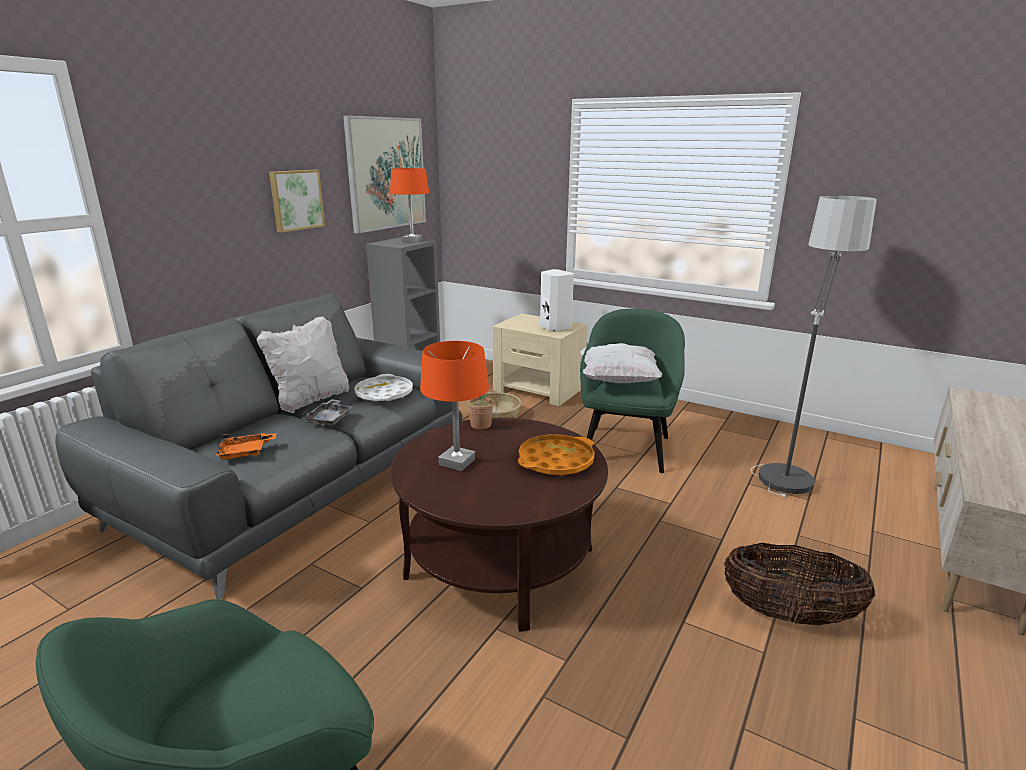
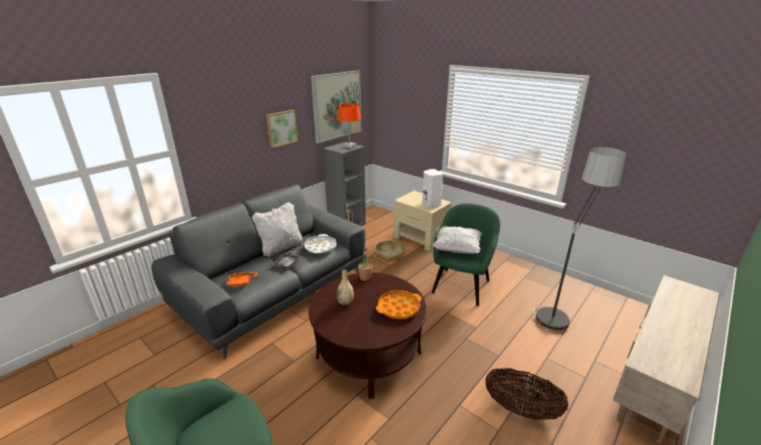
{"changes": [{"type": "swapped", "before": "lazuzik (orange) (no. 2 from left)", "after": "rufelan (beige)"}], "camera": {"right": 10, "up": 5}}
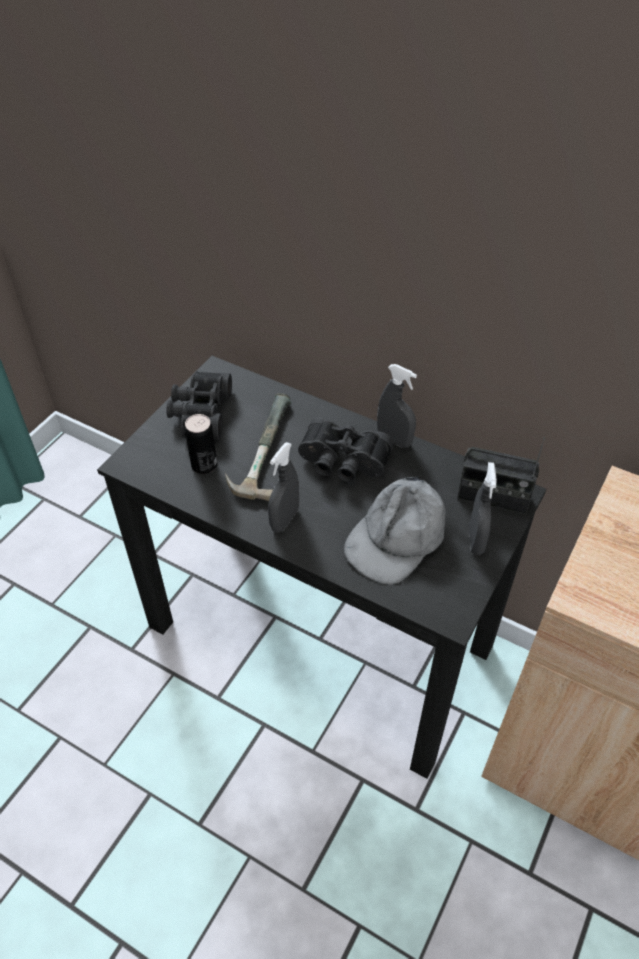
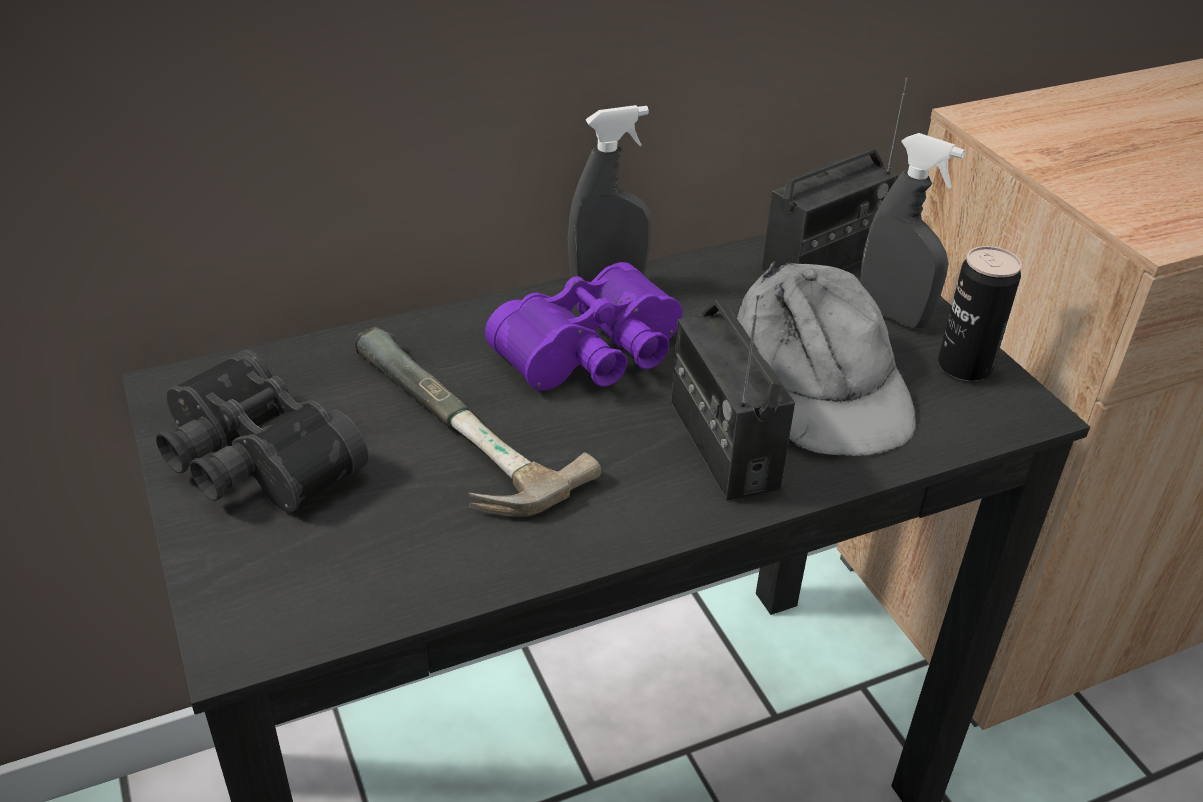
{"changes": [{"type": "shifted", "before": "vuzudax"}, {"type": "gone", "before": "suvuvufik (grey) (no. 1 from left)"}, {"type": "repainted", "before": "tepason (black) (no. 2 from left)", "after": "tepason (purple)"}, {"type": "new", "after": "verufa (no. 1 from left)"}], "camera": {"right": -55, "up": -10}}
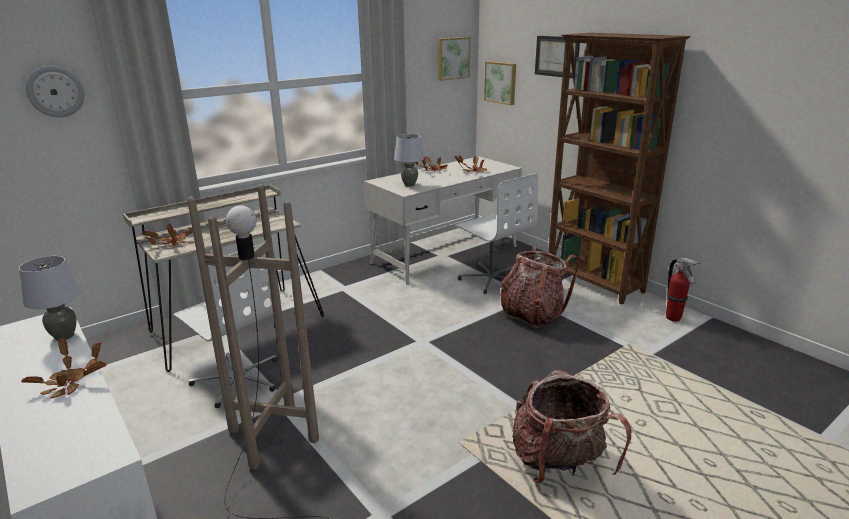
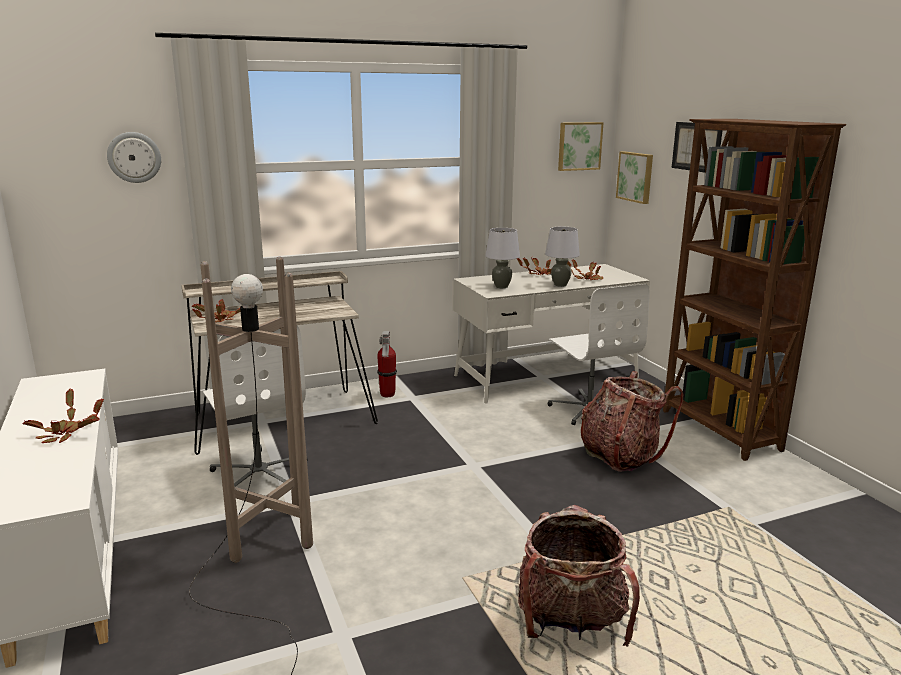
{"changes": [{"type": "shifted", "before": "lazuzik (grey) (no. 1 from left in the first image)", "after": "lazuzik (grey) (no. 2 from left)"}, {"type": "shifted", "before": "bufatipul"}], "camera": {"right": 15, "up": -5}}
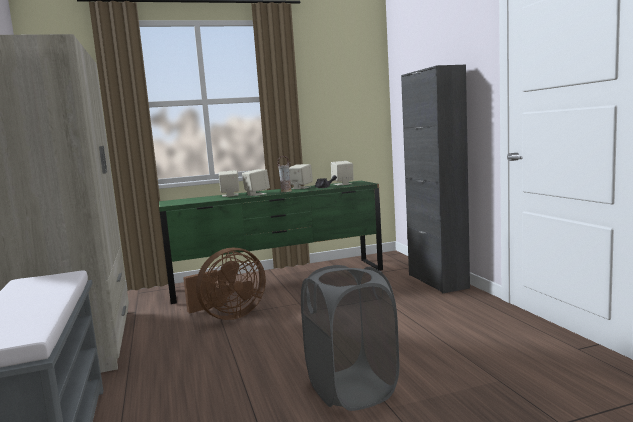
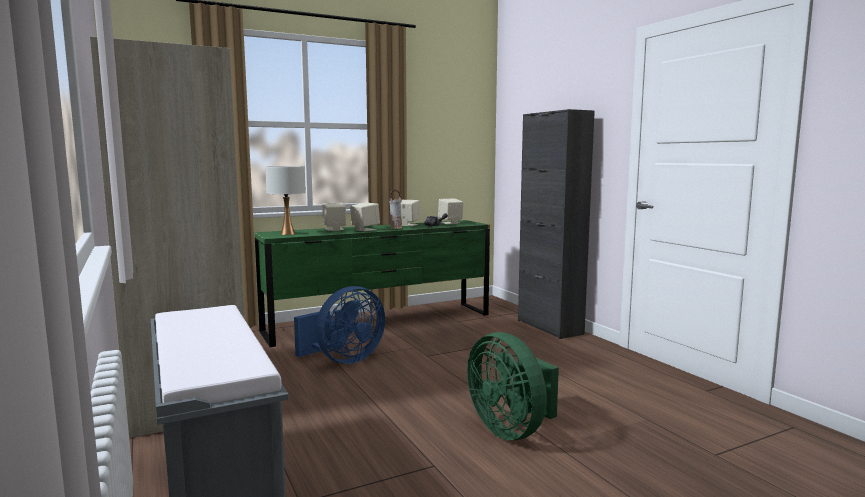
{"changes": [{"type": "repainted", "before": "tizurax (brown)", "after": "tizurax (blue)"}, {"type": "swapped", "before": "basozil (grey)", "after": "tizurax (green)"}, {"type": "new", "after": "lazuzik (white)"}], "camera": {"right": -10, "up": 0}}
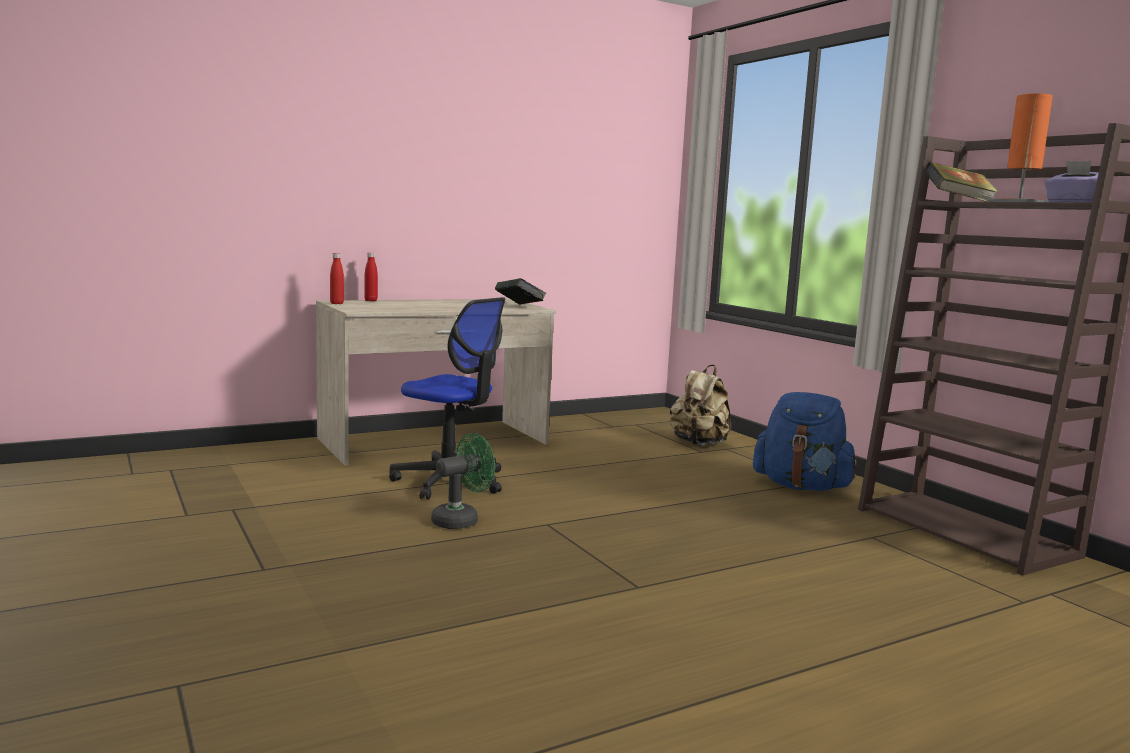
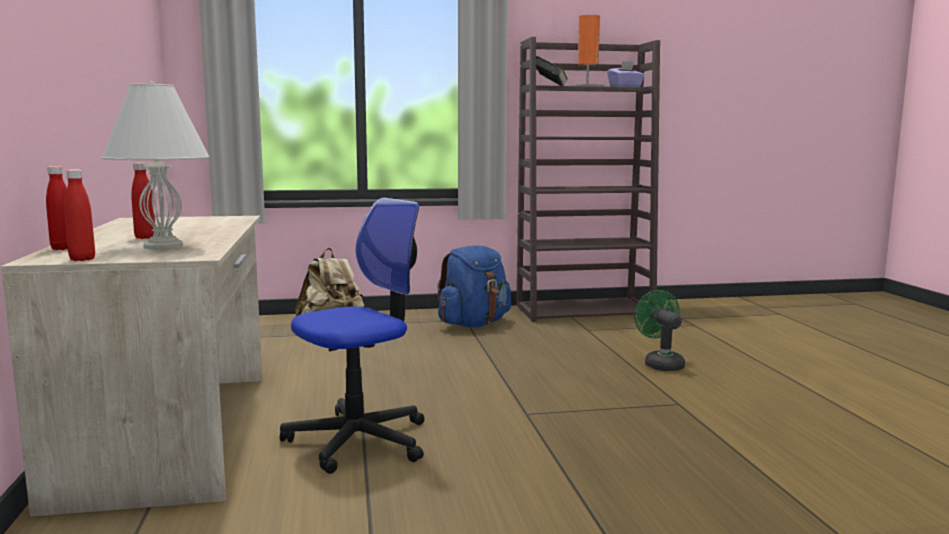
{"changes": [{"type": "shifted", "before": "tizurax (green)"}, {"type": "gone", "before": "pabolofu (no. 1 from left)"}, {"type": "new", "after": "lazuzik (white)"}, {"type": "new", "after": "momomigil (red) (no. 3 from left)"}], "camera": {"right": -70, "up": 0}}
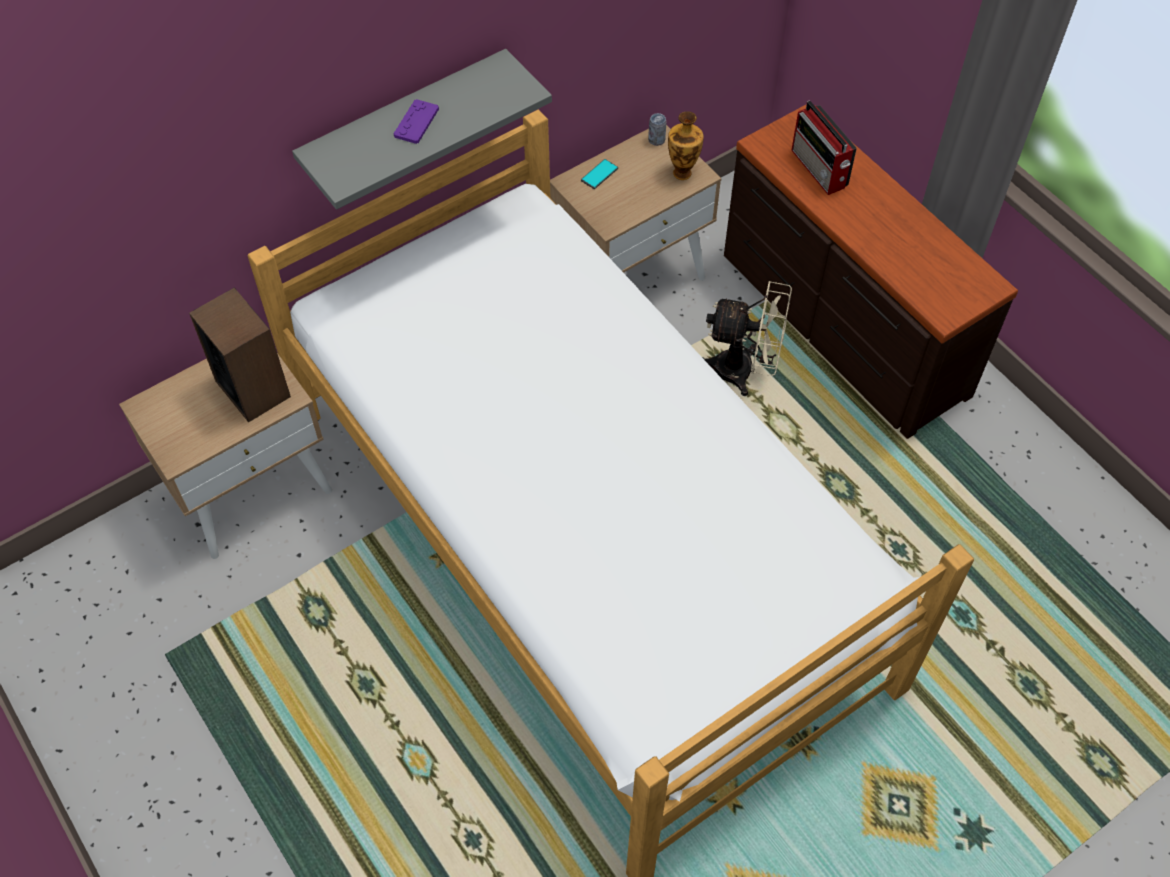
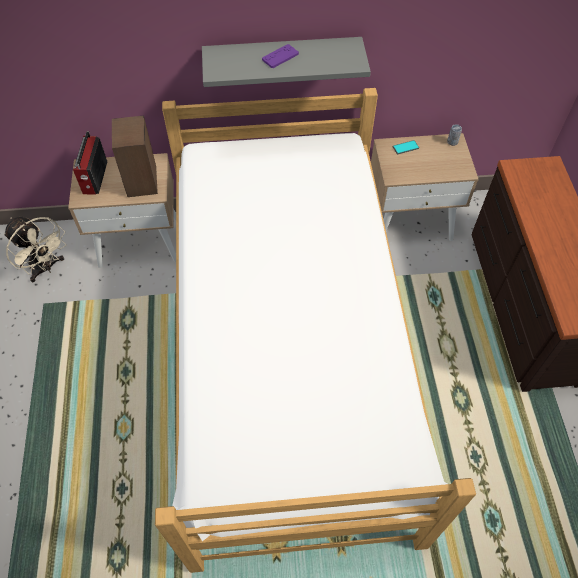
{"changes": [{"type": "gone", "before": "rufelan"}, {"type": "shifted", "before": "tizurax (beige)"}, {"type": "shifted", "before": "verufa"}], "camera": {"right": 30, "up": 0}}
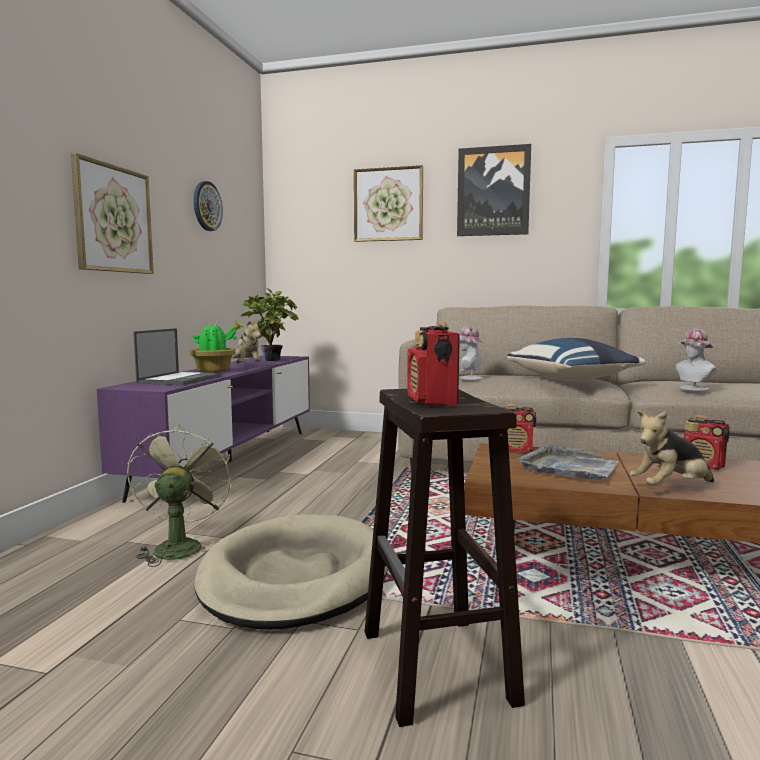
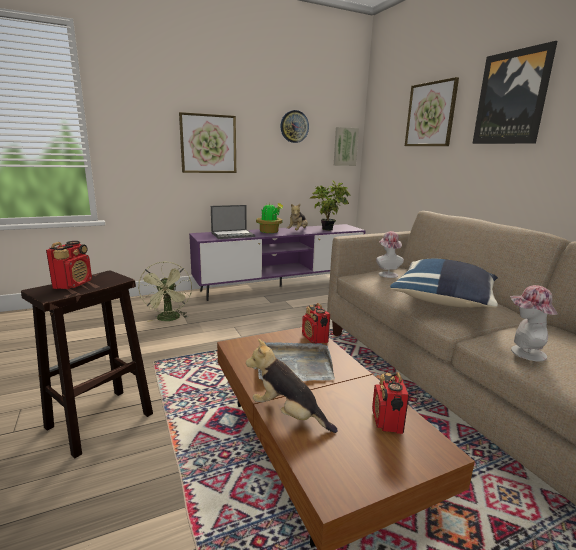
{"changes": [{"type": "rotated", "before": "tizurax (green)", "turn": 120}, {"type": "gone", "before": "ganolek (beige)"}, {"type": "rotated", "before": "verufa (no. 1 from left)", "turn": 150}, {"type": "new", "after": "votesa (no. 2 from left)"}], "camera": {"right": 50, "up": 10}}
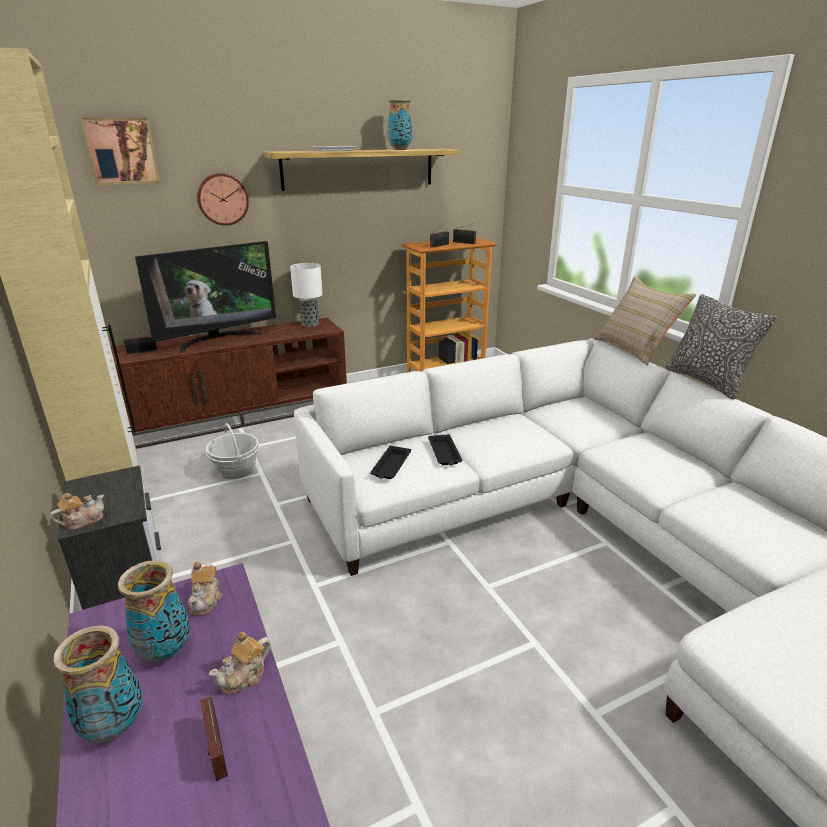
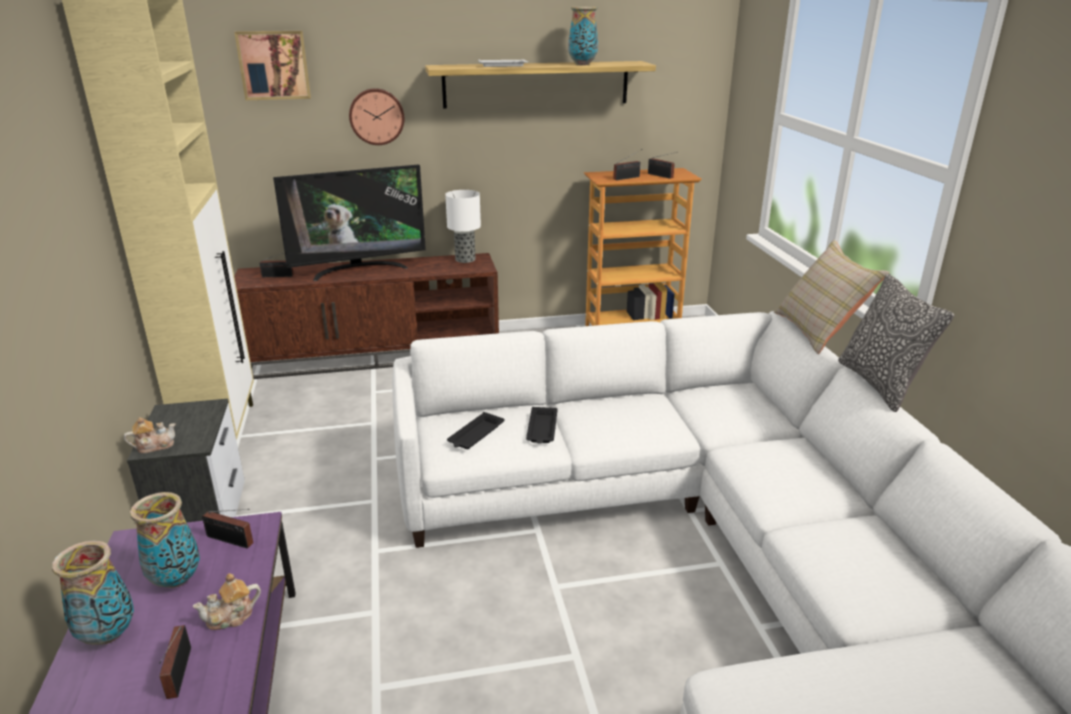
{"changes": [{"type": "swapped", "before": "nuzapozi (no. 2 from left)", "after": "verufa (no. 2 from left)"}, {"type": "gone", "before": "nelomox"}], "camera": {"right": 15, "up": 0}}
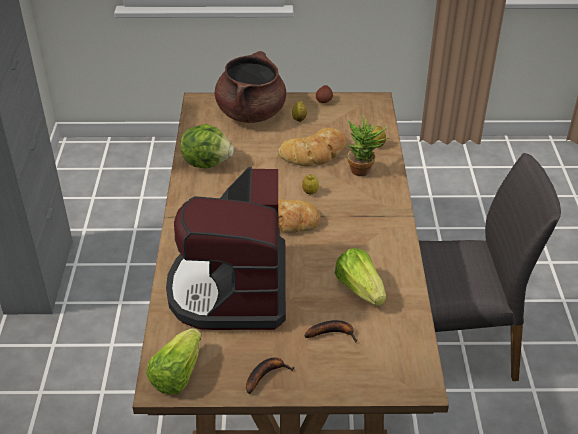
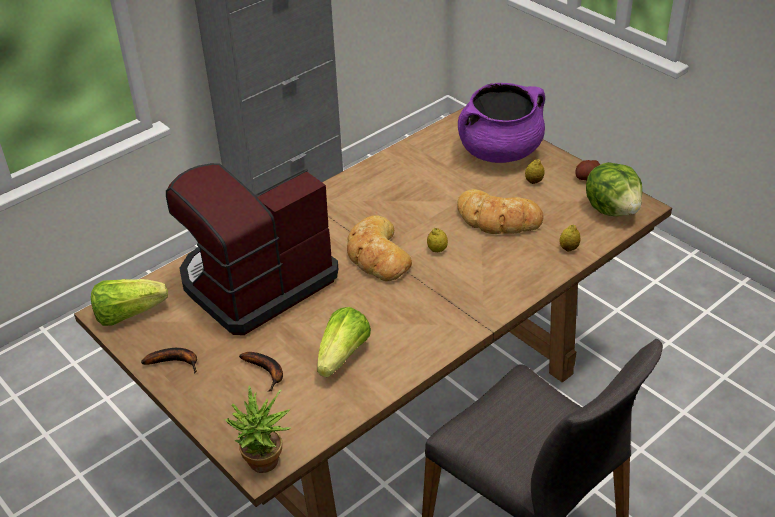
{"changes": [{"type": "shifted", "before": "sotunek (no. 2 from left in the first image)", "after": "sotunek (no. 3 from left)"}, {"type": "repainted", "before": "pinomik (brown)", "after": "pinomik (purple)"}, {"type": "shifted", "before": "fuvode"}], "camera": {"right": 50, "up": 0}}
